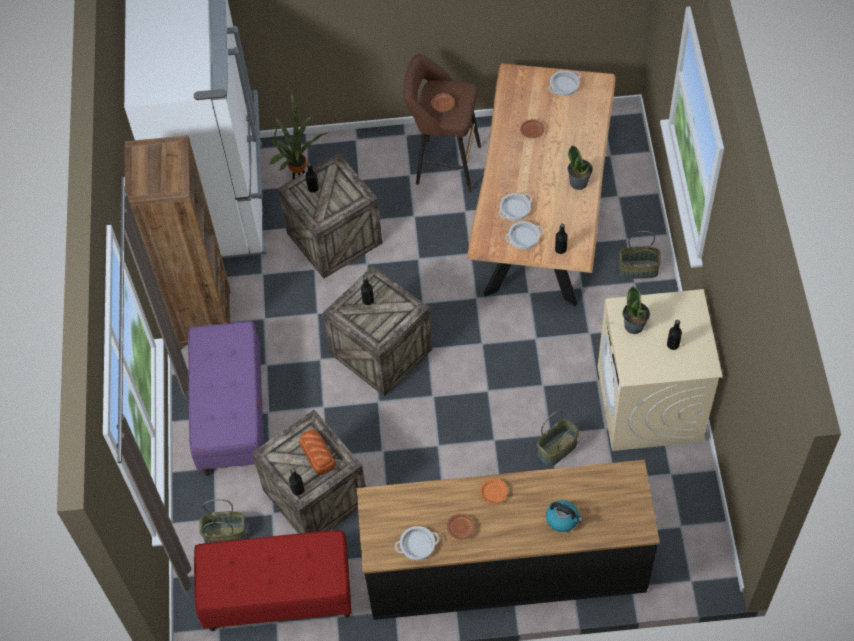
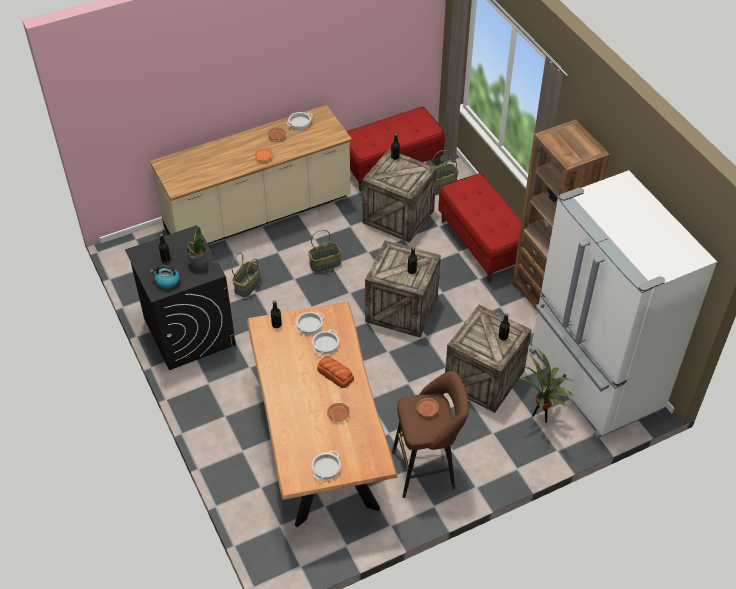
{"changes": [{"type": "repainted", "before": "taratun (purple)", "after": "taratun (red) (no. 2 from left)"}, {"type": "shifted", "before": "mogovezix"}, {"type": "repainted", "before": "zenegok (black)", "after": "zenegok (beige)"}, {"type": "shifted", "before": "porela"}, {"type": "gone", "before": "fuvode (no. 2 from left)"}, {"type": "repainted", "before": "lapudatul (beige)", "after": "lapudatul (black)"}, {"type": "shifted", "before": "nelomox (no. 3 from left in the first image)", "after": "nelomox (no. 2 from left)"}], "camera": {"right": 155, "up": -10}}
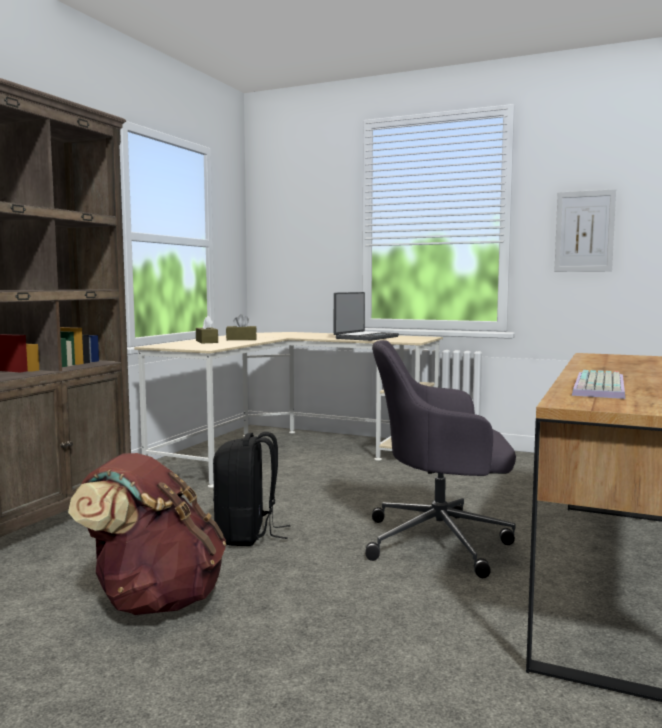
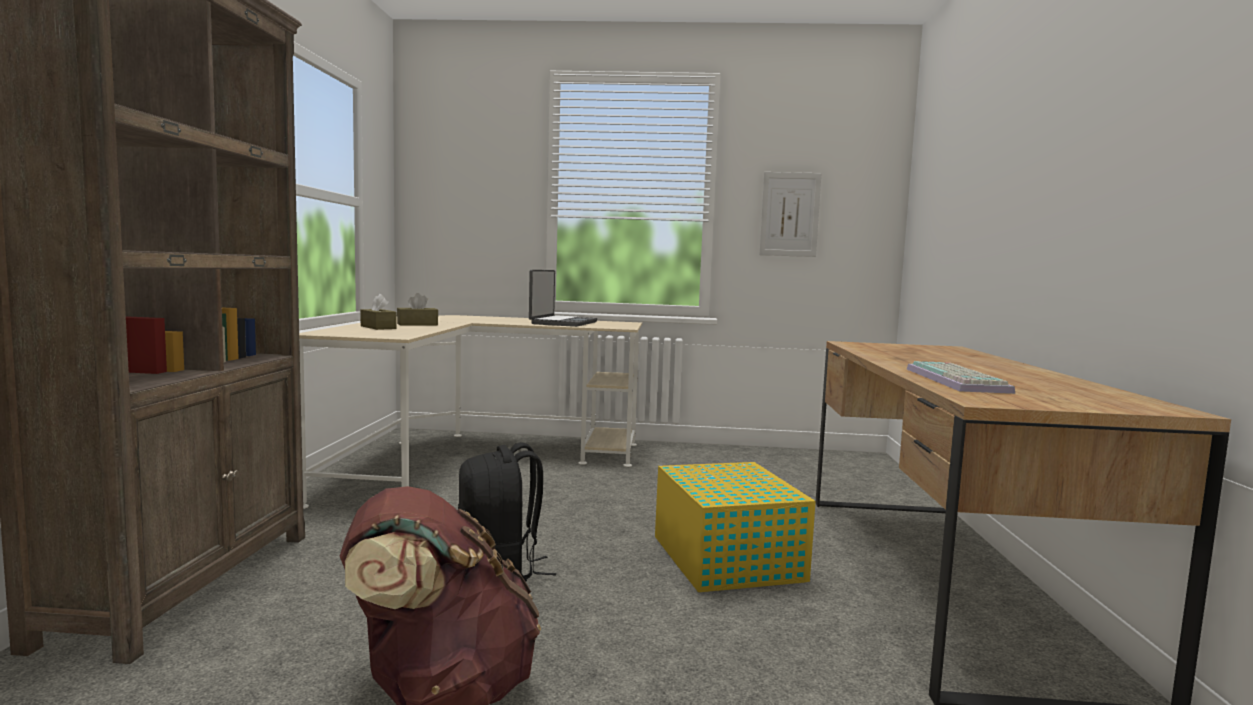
{"changes": [{"type": "swapped", "before": "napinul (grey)", "after": "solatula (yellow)"}], "camera": {"right": -20, "up": 0}}
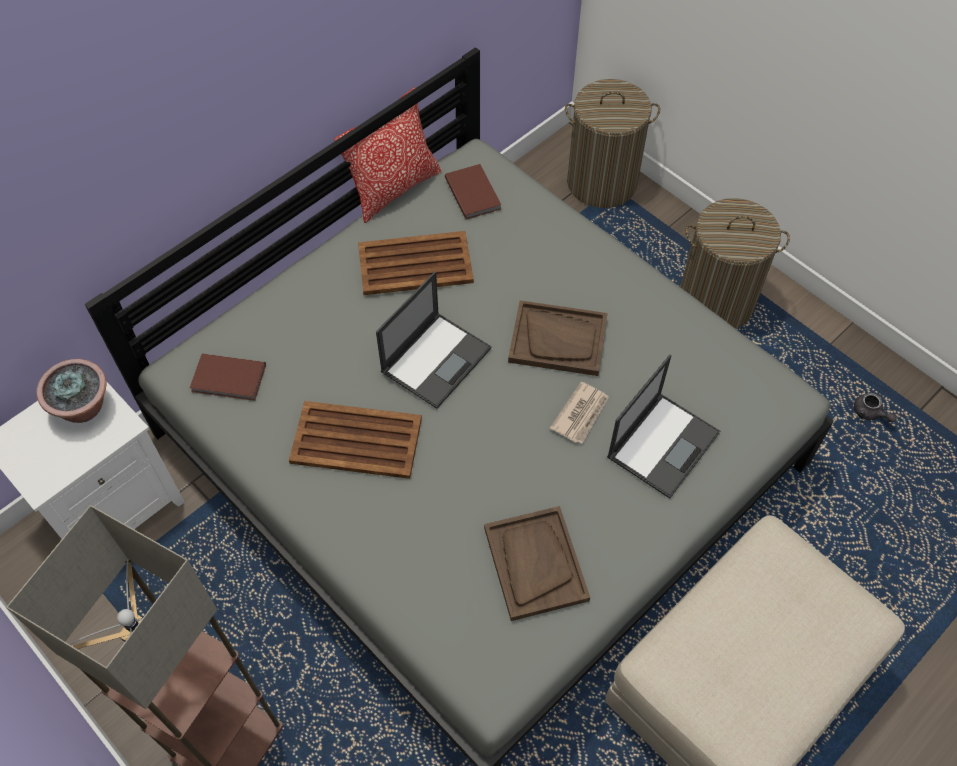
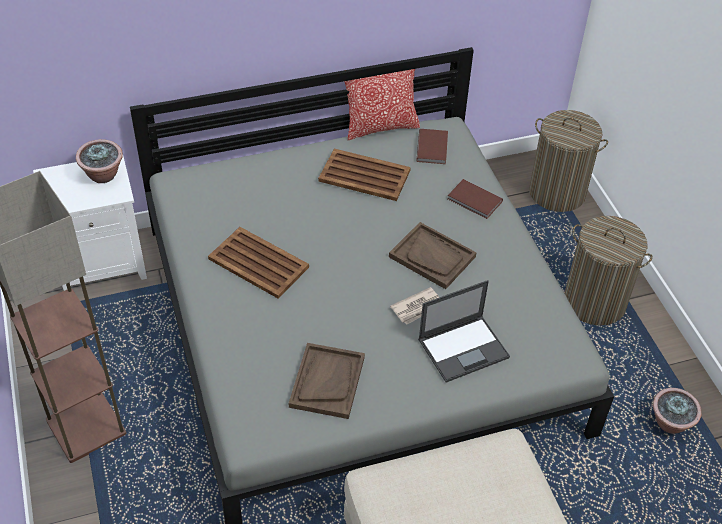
{"changes": [{"type": "shifted", "before": "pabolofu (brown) (no. 1 from left in the first image)", "after": "pabolofu (brown) (no. 2 from left)"}, {"type": "gone", "before": "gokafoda (no. 1 from left)"}, {"type": "swapped", "before": "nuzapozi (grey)", "after": "fuvode (no. 2 from left)"}], "camera": {"right": 25, "up": -10}}
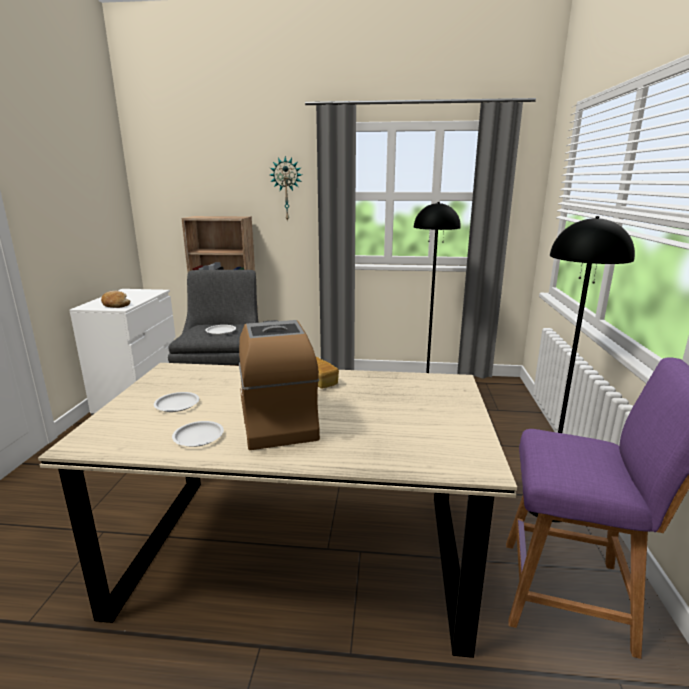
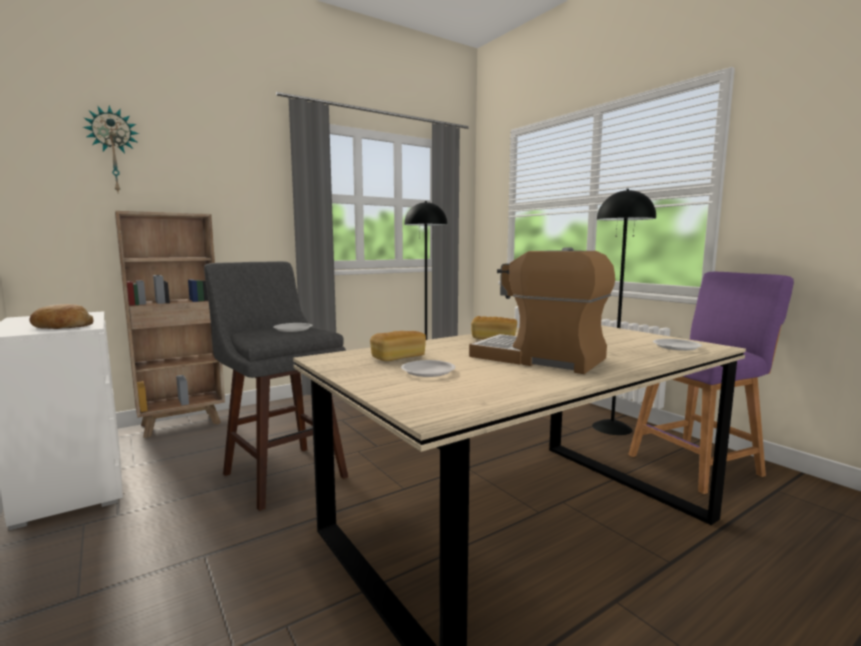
{"changes": [{"type": "shifted", "before": "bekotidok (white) (no. 2 from left in the first image)", "after": "bekotidok (white) (no. 3 from left)"}, {"type": "shifted", "before": "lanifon"}, {"type": "new", "after": "mogovezix (no. 2 from left)"}], "camera": {"right": -40, "up": -10}}
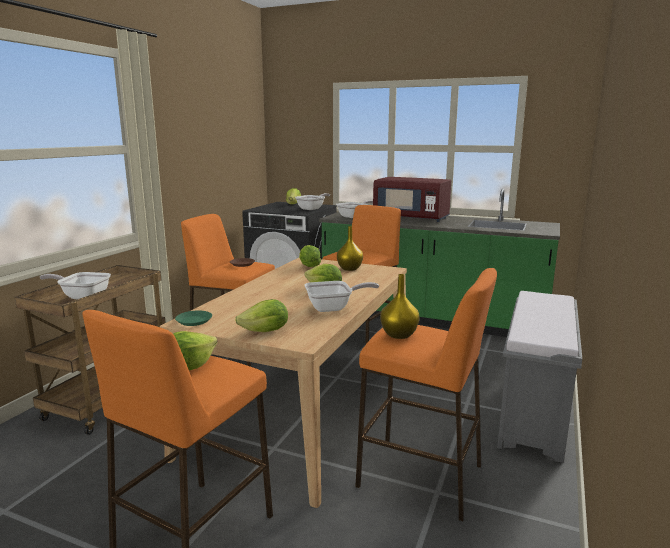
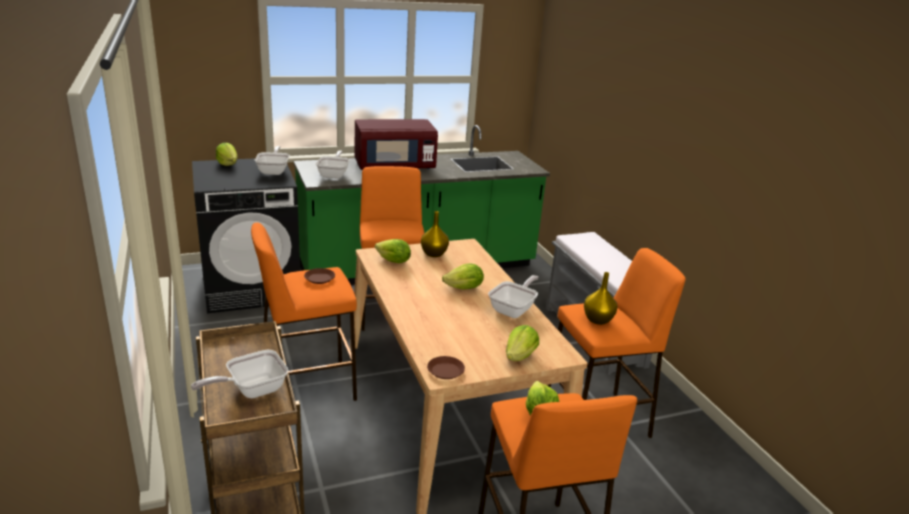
{"changes": [{"type": "repainted", "before": "bekotidok (green)", "after": "bekotidok (brown) (no. 2 from left)"}], "camera": {"right": -45, "up": 10}}
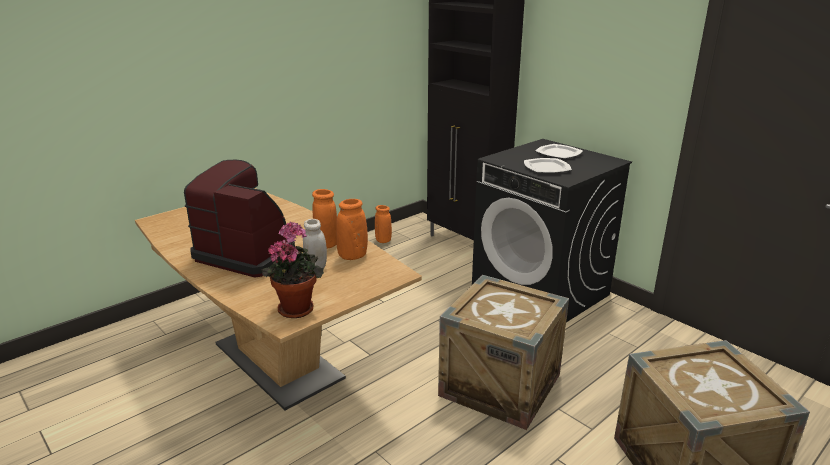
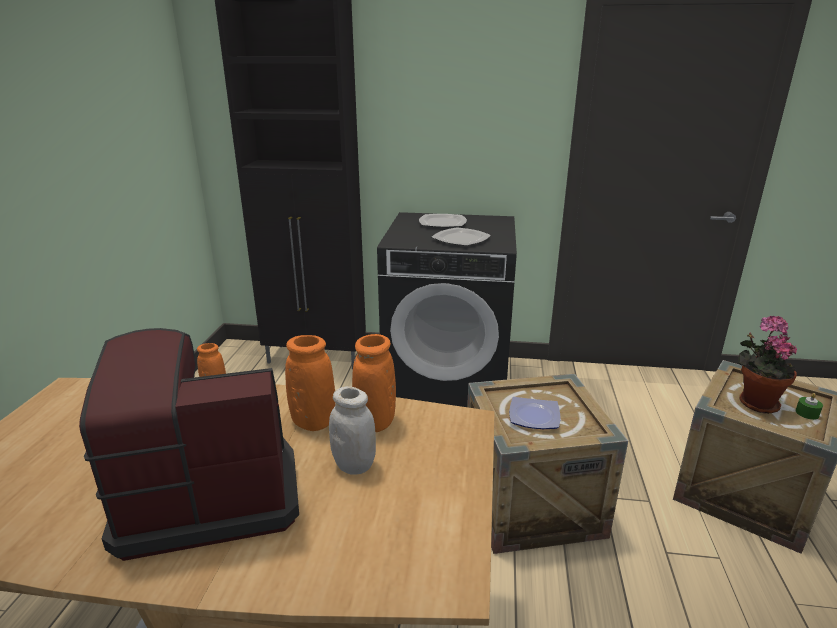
{"changes": [{"type": "shifted", "before": "fuvode"}, {"type": "new", "after": "bekotidok (no. 3 from left)"}, {"type": "new", "after": "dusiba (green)"}], "camera": {"right": -40, "up": 0}}
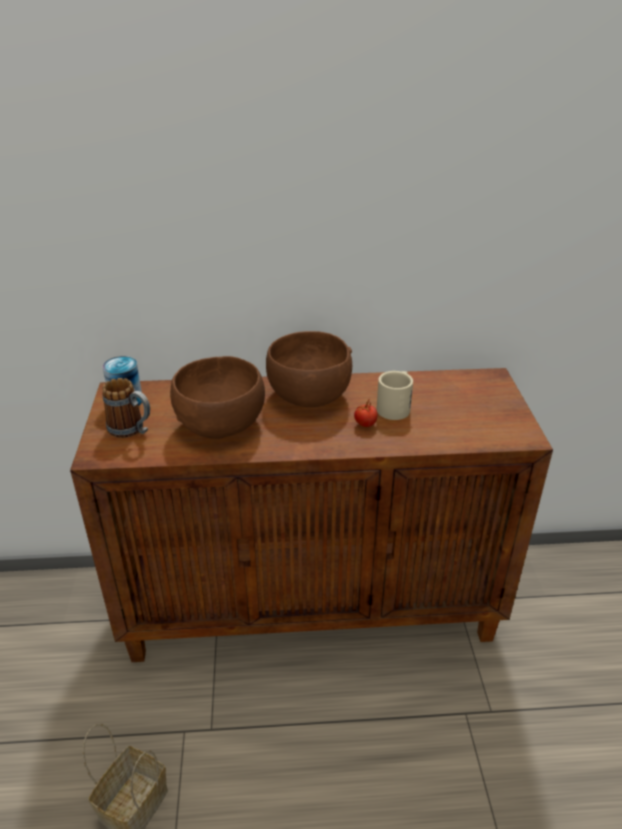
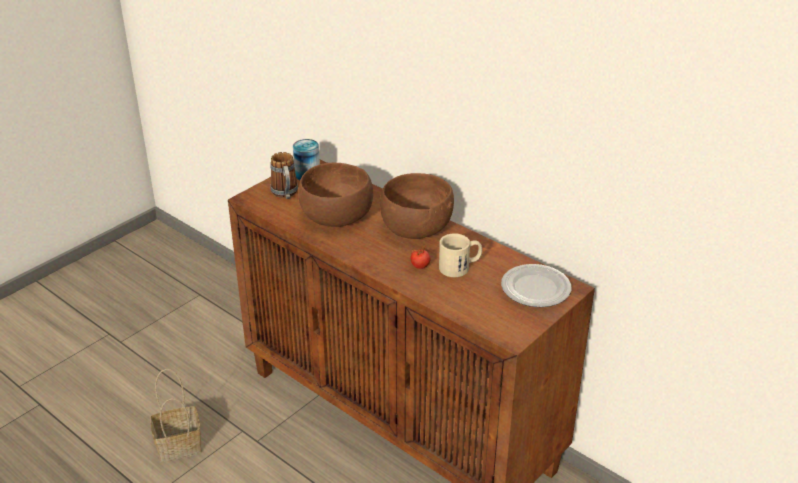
{"changes": [{"type": "new", "after": "bekotidok"}], "camera": {"right": 45, "up": 0}}
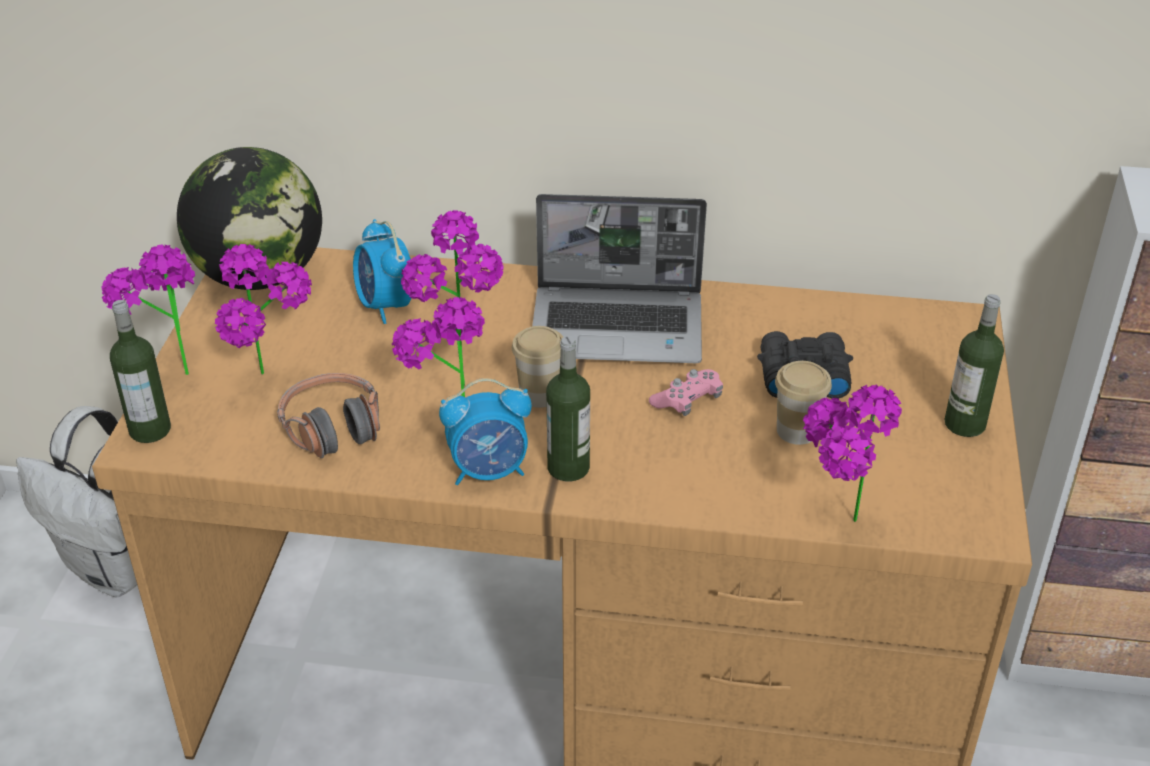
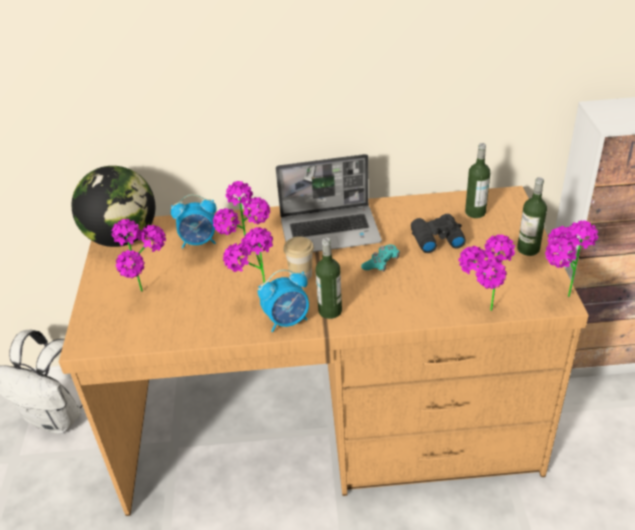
{"changes": [{"type": "shifted", "before": "fuvode (no. 1 from left in the first image)", "after": "fuvode (no. 5 from left)"}, {"type": "shifted", "before": "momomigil (no. 1 from left in the first image)", "after": "momomigil (no. 2 from left)"}, {"type": "gone", "before": "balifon"}, {"type": "rotated", "before": "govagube (no. 1 from left)", "turn": -60}, {"type": "repainted", "before": "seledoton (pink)", "after": "seledoton (turquoise)"}, {"type": "gone", "before": "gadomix (no. 2 from left)"}], "camera": {"right": -10, "up": 0}}
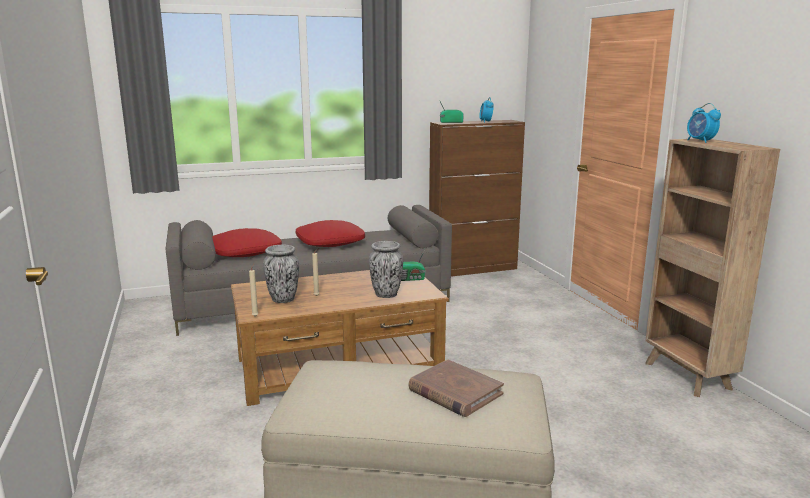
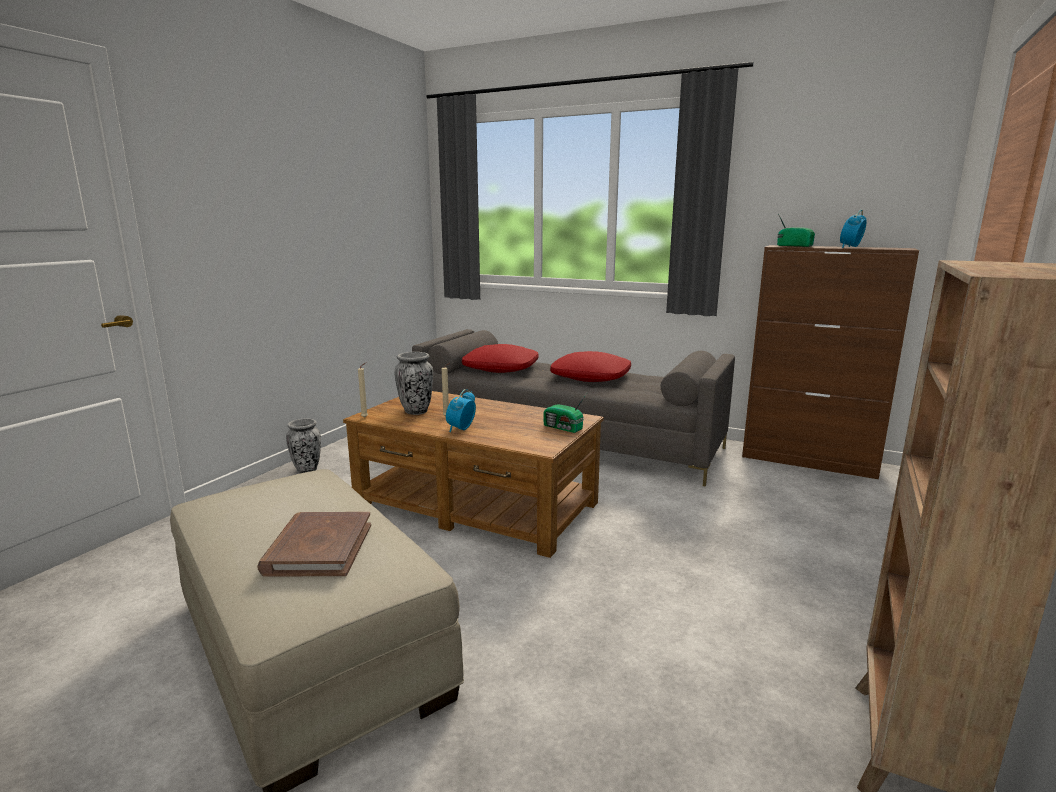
{"changes": [{"type": "shifted", "before": "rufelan (no. 2 from left in the first image)", "after": "rufelan (no. 1 from left)"}, {"type": "shifted", "before": "govagube (no. 2 from left in the first image)", "after": "govagube (no. 1 from left)"}], "camera": {"right": 45, "up": 0}}
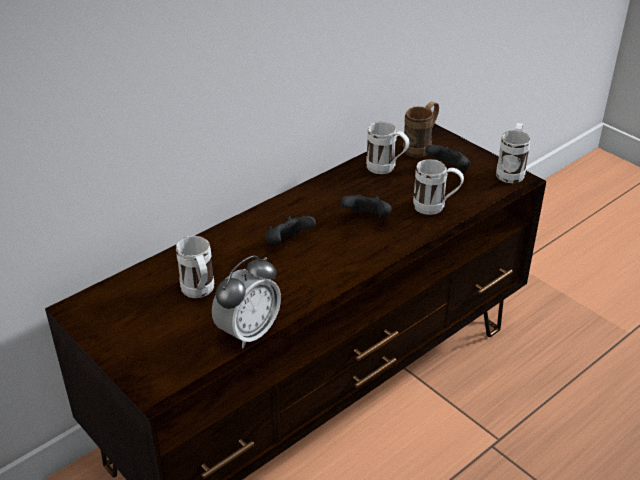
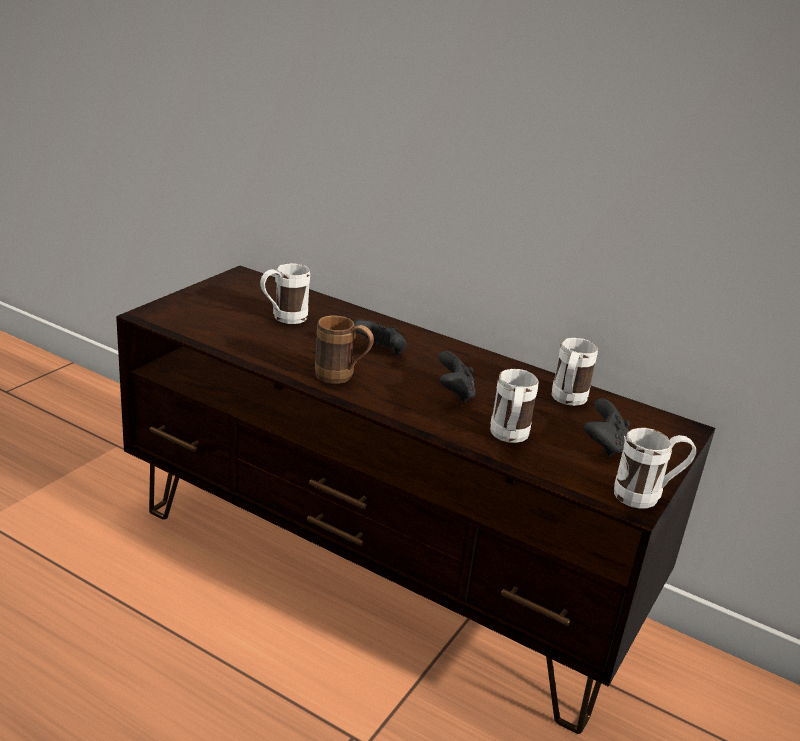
{"changes": [{"type": "gone", "before": "govagube"}, {"type": "shifted", "before": "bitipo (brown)"}], "camera": {"right": 70, "up": -10}}
